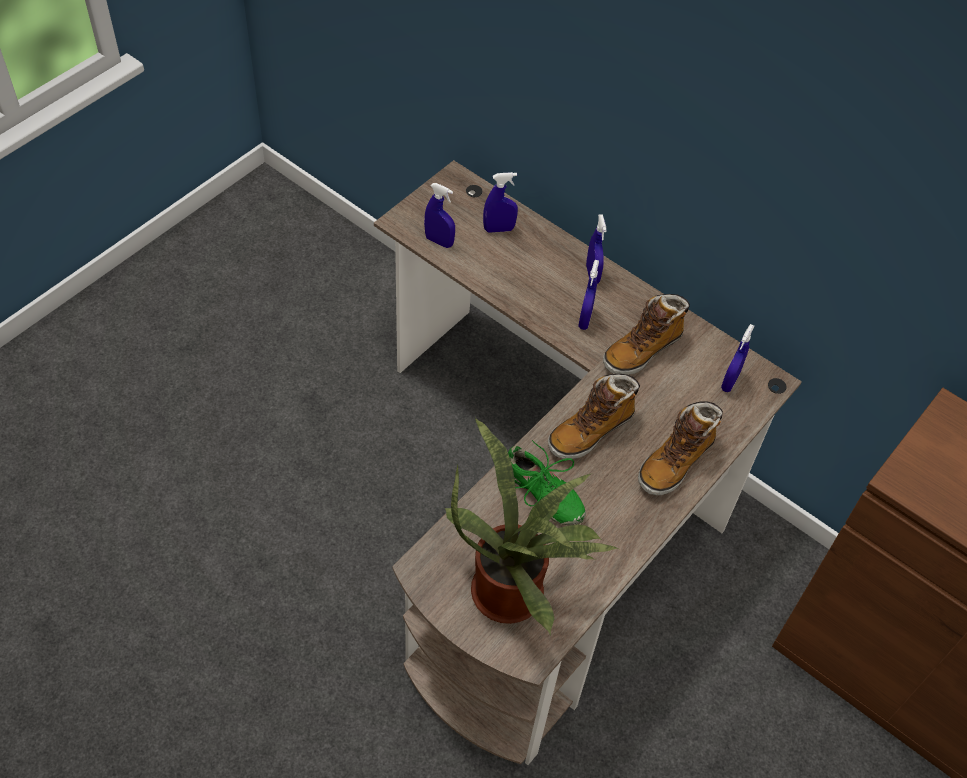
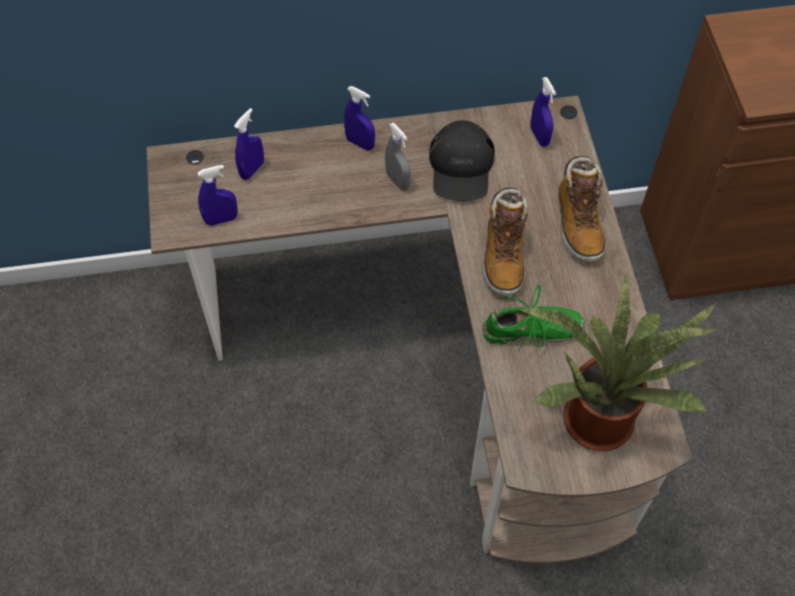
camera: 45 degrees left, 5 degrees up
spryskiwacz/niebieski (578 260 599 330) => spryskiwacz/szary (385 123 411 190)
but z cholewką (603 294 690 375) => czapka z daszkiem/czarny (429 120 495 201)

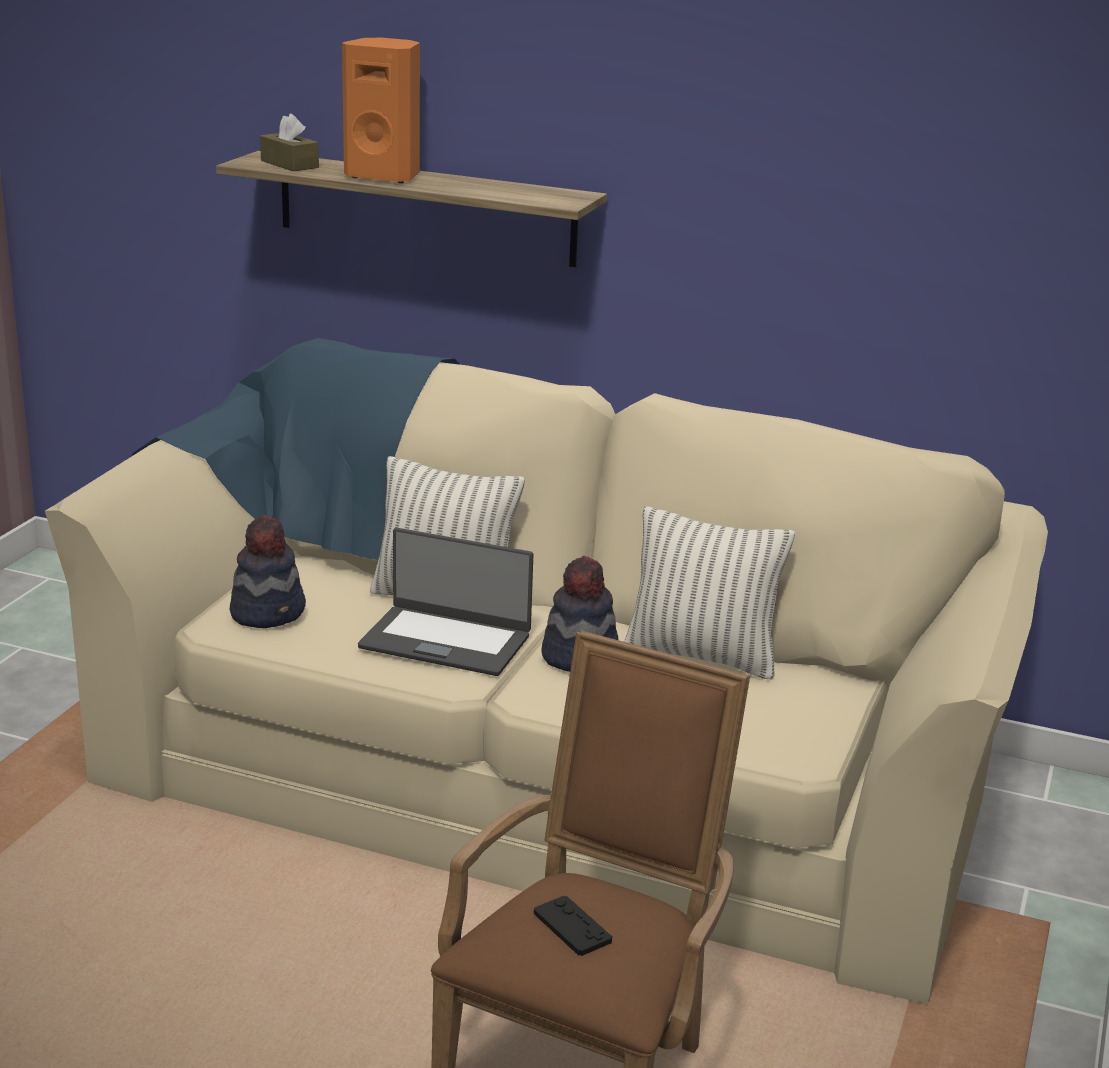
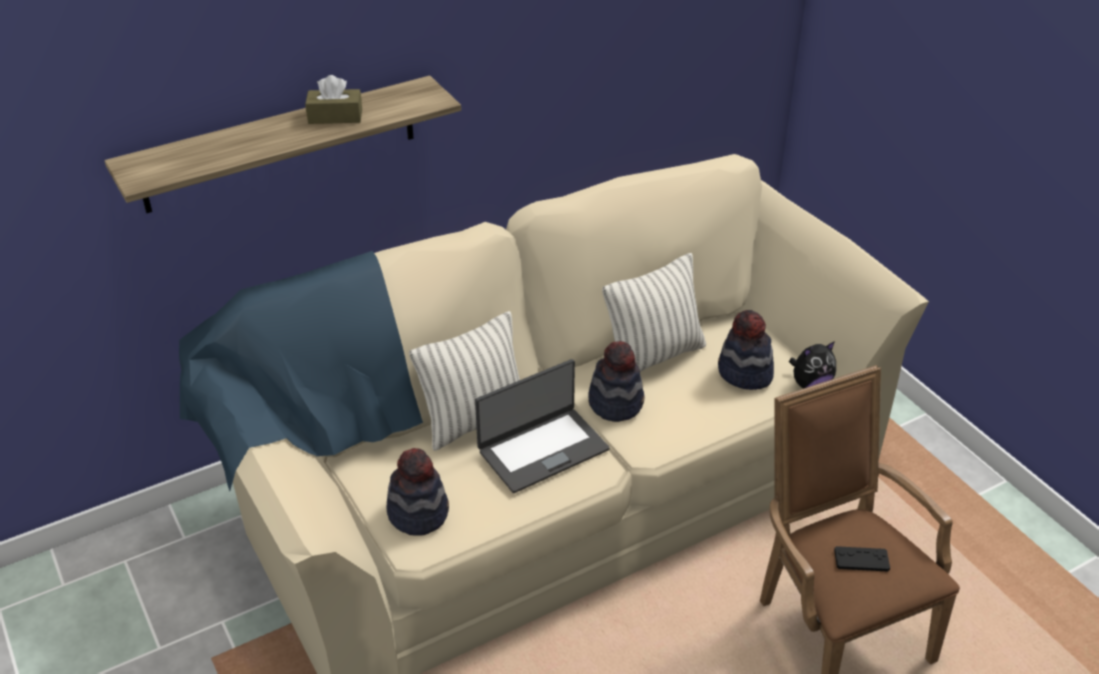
camera: 50 degrees left, 15 degrees up
głośnik/pomarańczowy (342 38 420 183) => nothing
pudełko chusteczek/brązowy (260 113 319 171) => pudełko chusteczek/brązowy (305 75 362 124), moved
nothing => kapelusz (718 310 774 390)
nothing => pluszak (789 341 836 389)

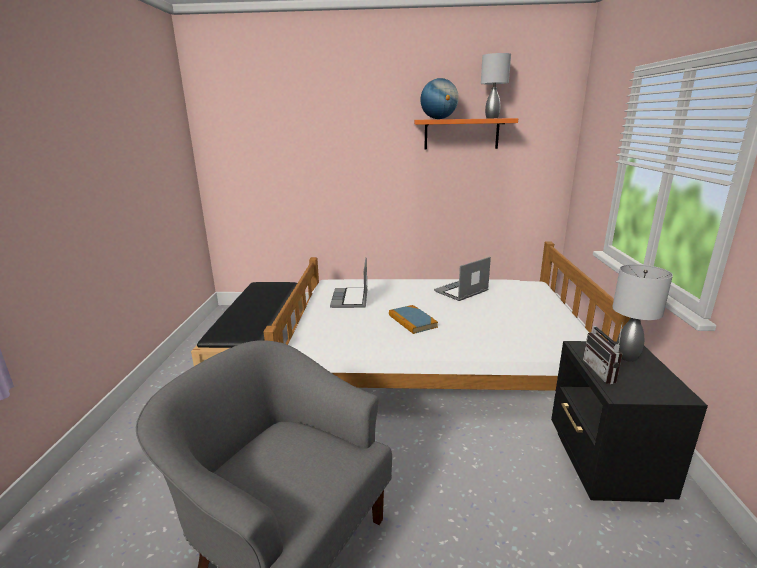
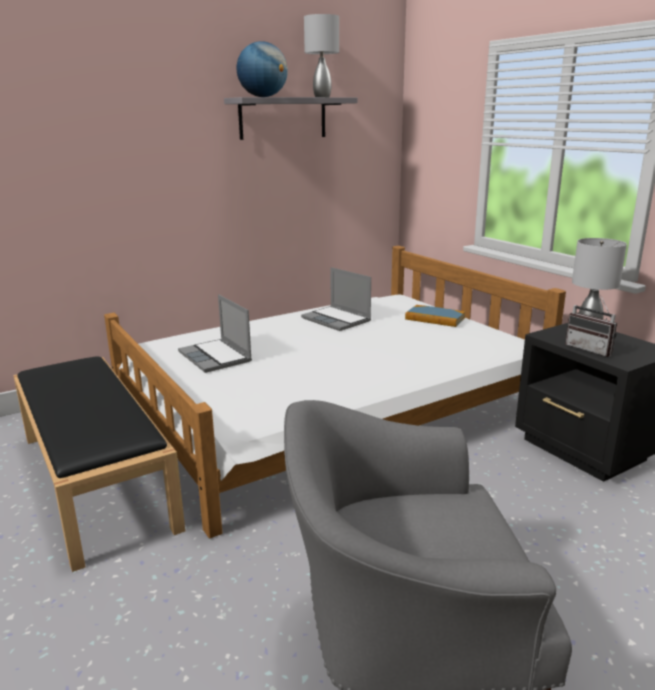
camera: 35 degrees left, 0 degrees up
półka/pomarańczowy (414 118 518 150) => półka/szary (224 97 357 140)
laptop (434 257 491 301) => laptop (301 267 371 331), 60 degrees counterclockwise
książka (389 305 438 334) => książka (405 305 465 327), moved

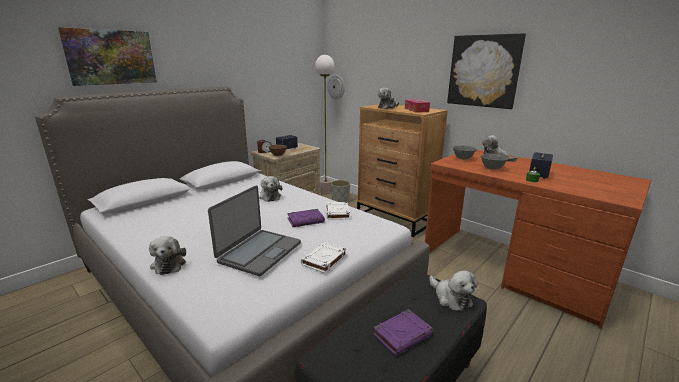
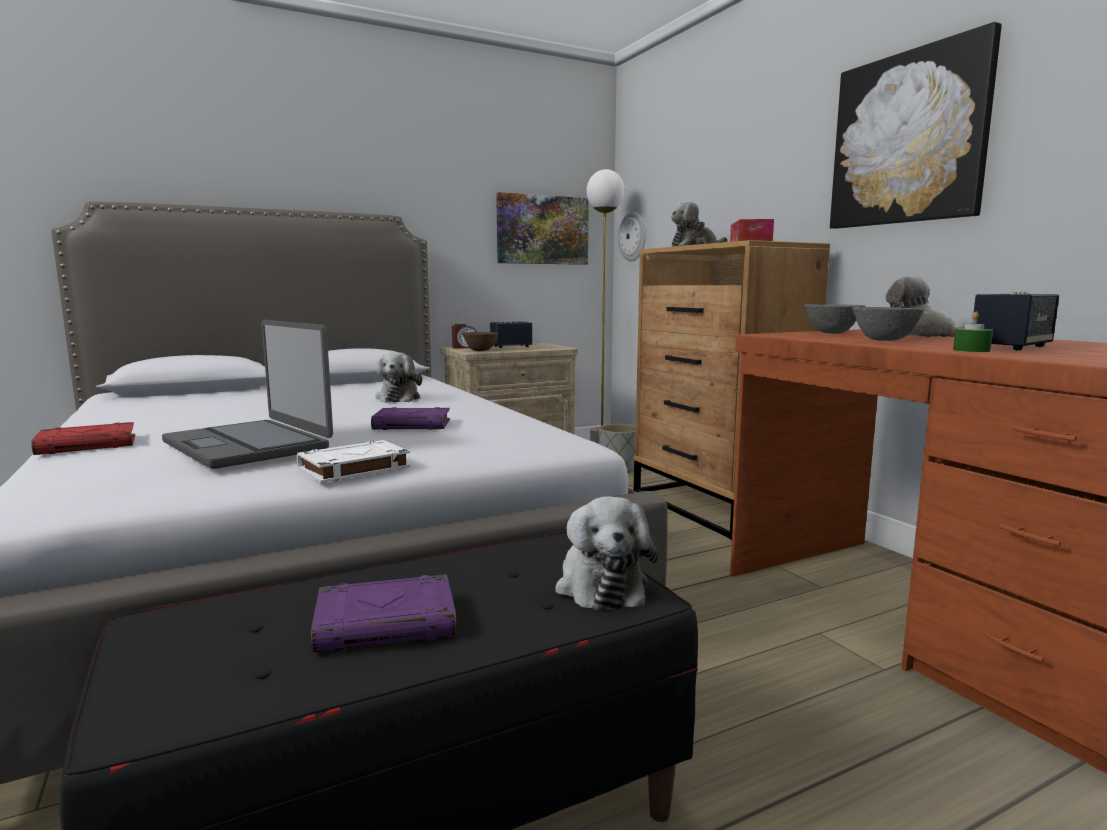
camera: 20 degrees right, 10 degrees down
obraz (58 27 157 86) => obraz (496 192 589 265), moved
laptop (208 185 301 276) => laptop (162 320 333 469), 90 degrees clockwise
książka/biały (326 202 350 220) => nothing
pluszak (149 236 186 275) => książka/czerwony (31 422 135 455)

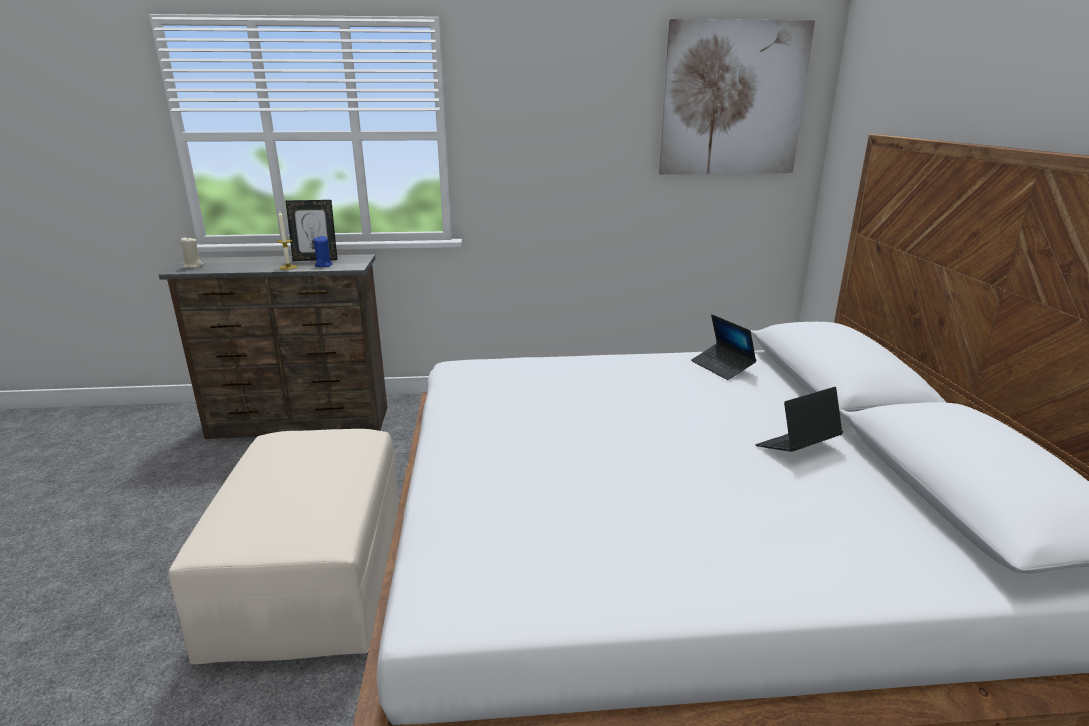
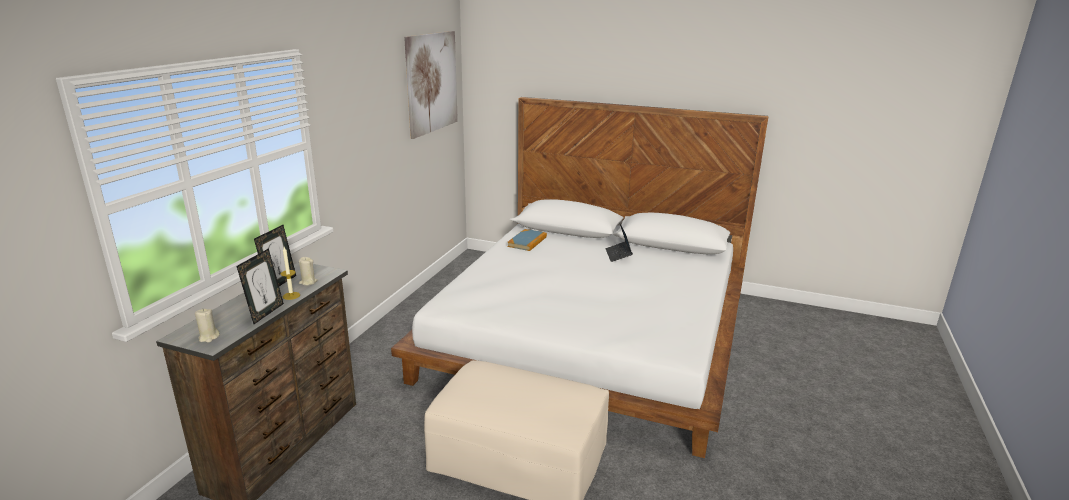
camera: 65 degrees left, 0 degrees up
świeca/niebieski (313 236 333 267) => świeca/beżowy (299 257 317 285)
laptop (691 314 757 380) => książka (507 229 547 251)
nothing => ramka na zdjęcie (237 248 284 324)

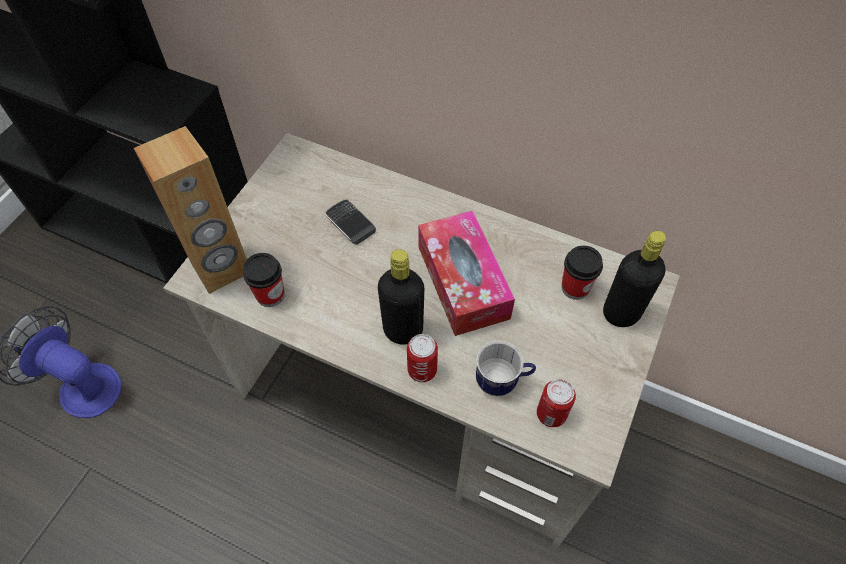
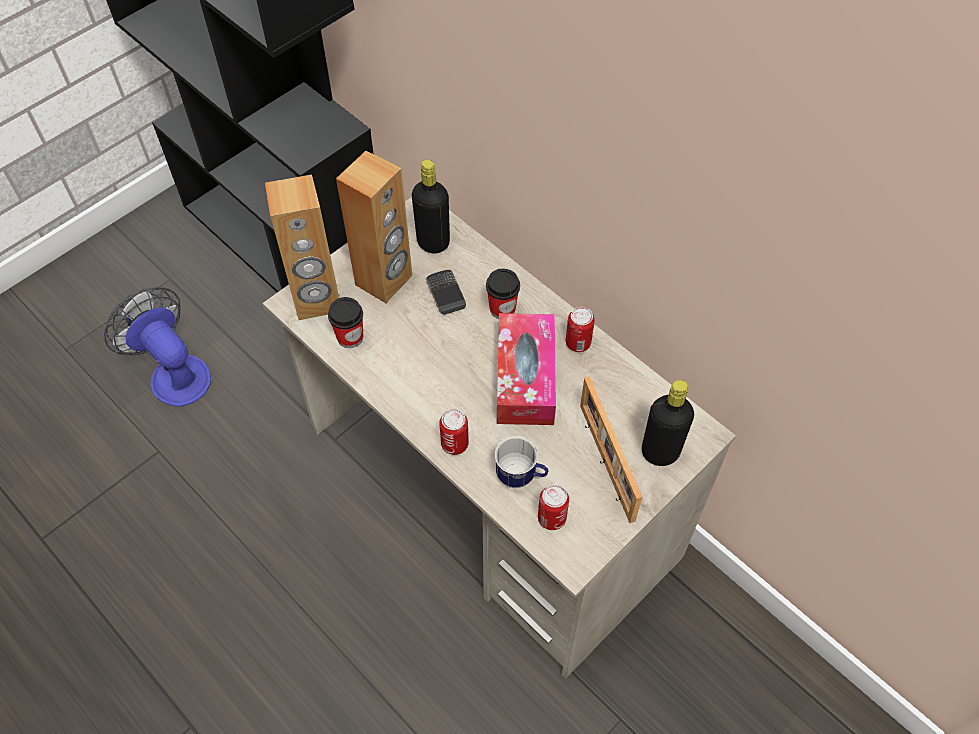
camera: 20 degrees right, 0 degrees up
filiżanka (562 245 603 300) => filiżanka (486 268 520 319), moved
butelka/czarny (378 249 424 345) => butelka/czarny (412 160 450 253), moved
nothing => głośnik/brązowy (336 151 412 303)
nothing => puszka (566 307 595 352)
nothing => ramka na zdjęcie (580 376 642 523)

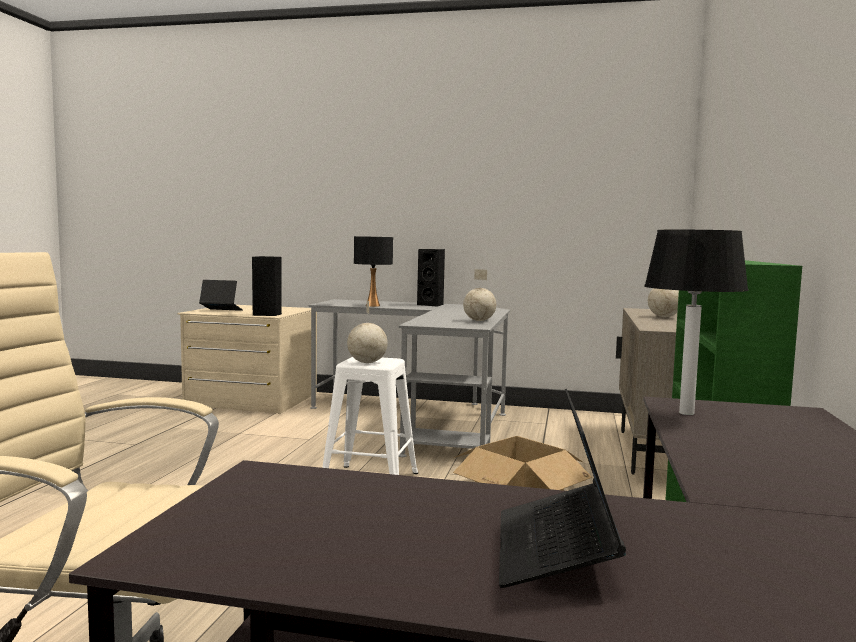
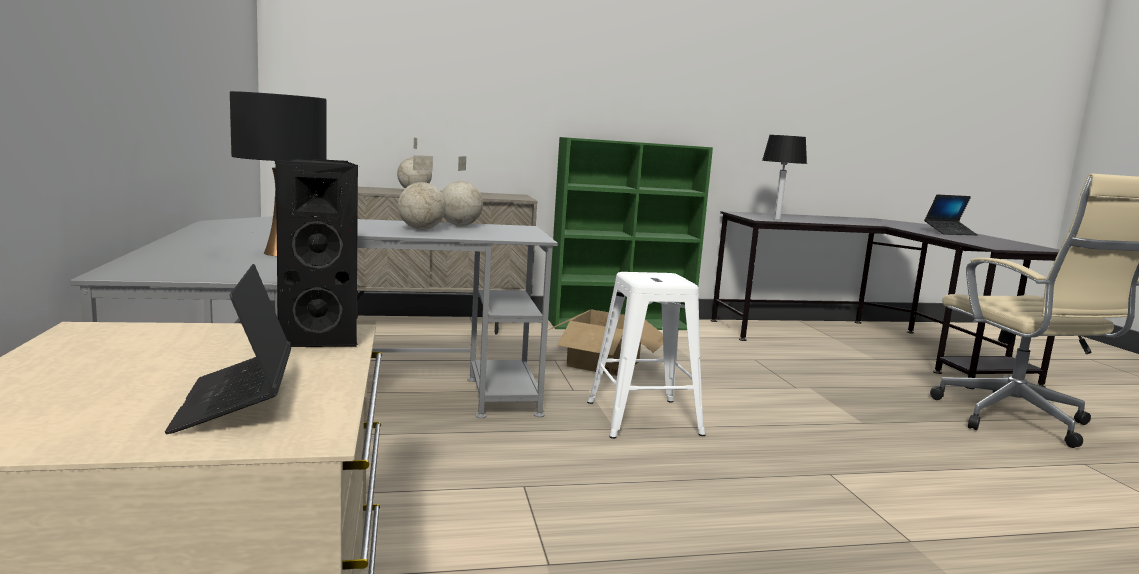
camera: 115 degrees left, 5 degrees up
głośnik/czarny (417 249 445 307) => nothing
globus (347 300 388 363) => globus (398 155 446 230), moved

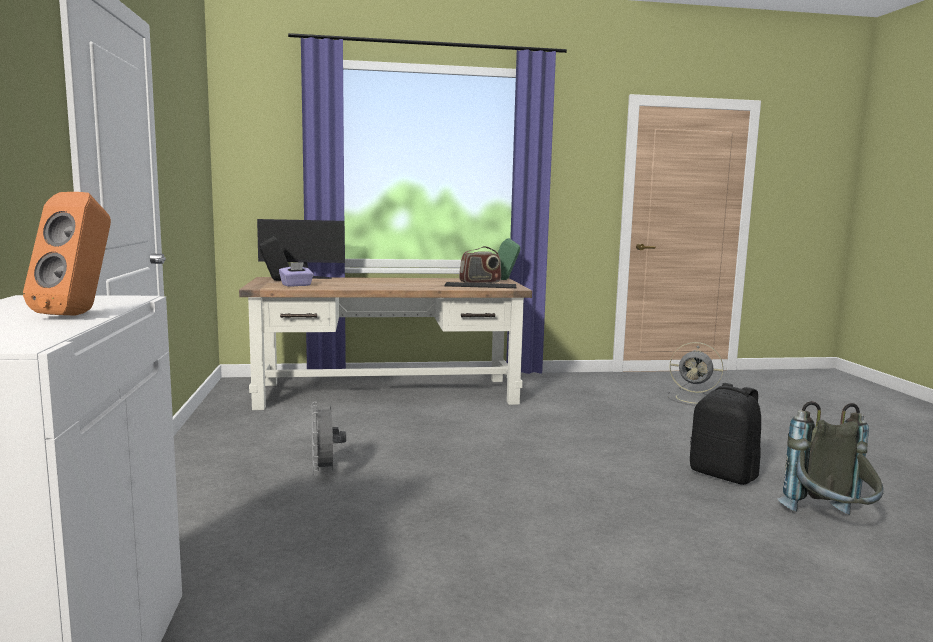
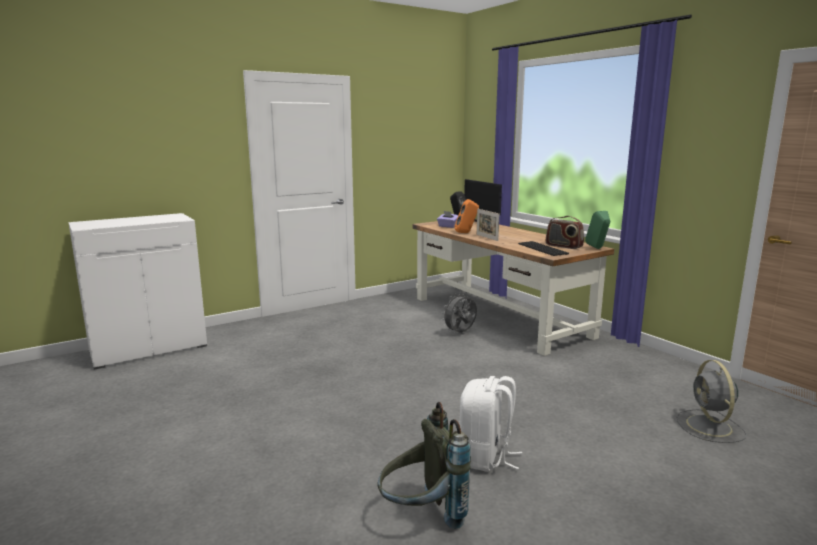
camera: 65 degrees right, 5 degrees up
głośnik/pomarańczowy (23 192 111 315) => głośnik/pomarańczowy (454 199 479 233), moved
plecak/czarny (690 383 761 485) => plecak/biały (459 376 523 472)
wentylator/szary (312 402 346 476) => wentylator/szary (441 292 477 333), moved
nothing => ramka na zdjęcie (477 209 499 241)

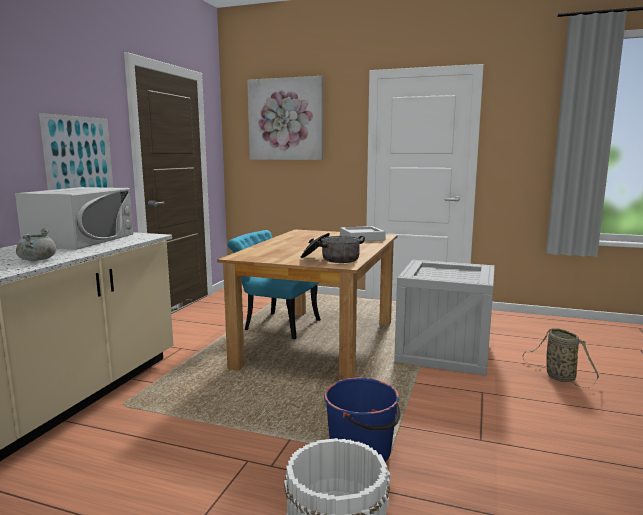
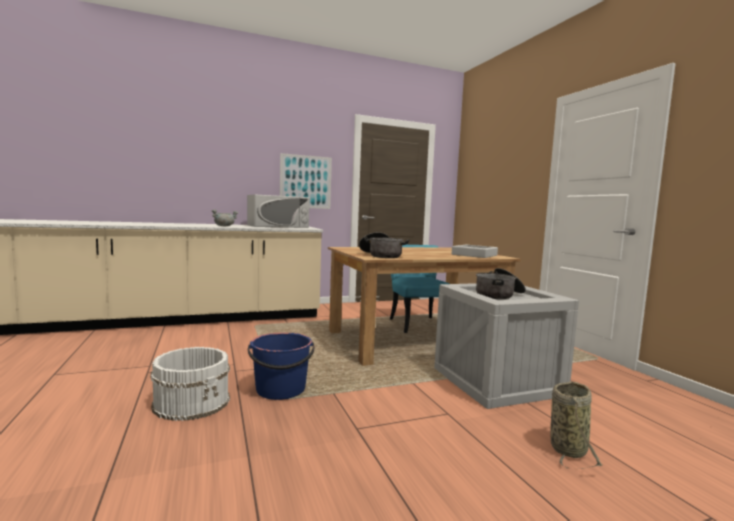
camera: 50 degrees right, 5 degrees down
obraz (247 76 323 160) => nothing
nothing => garnek (476 268 526 299)

